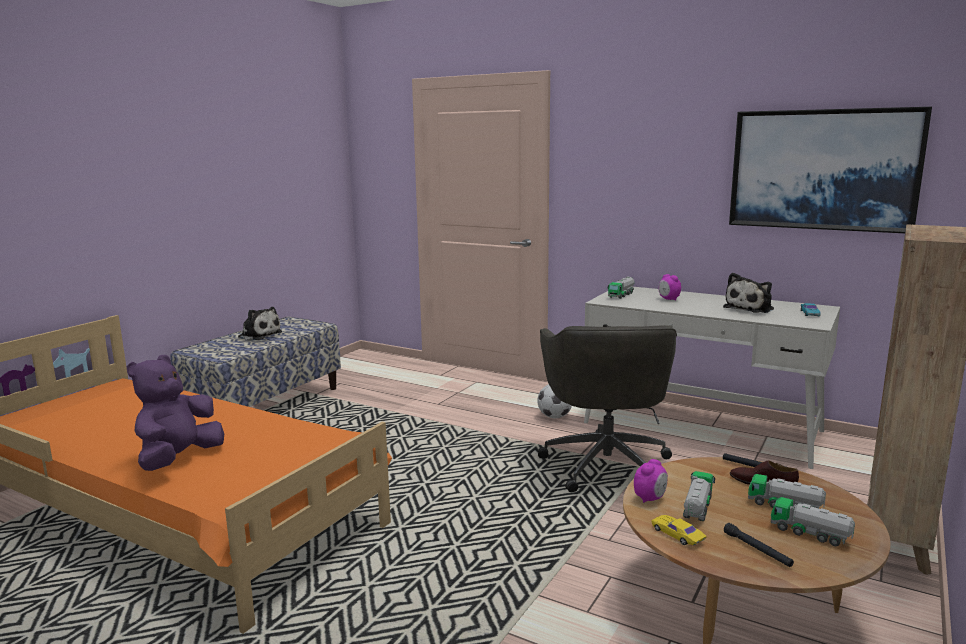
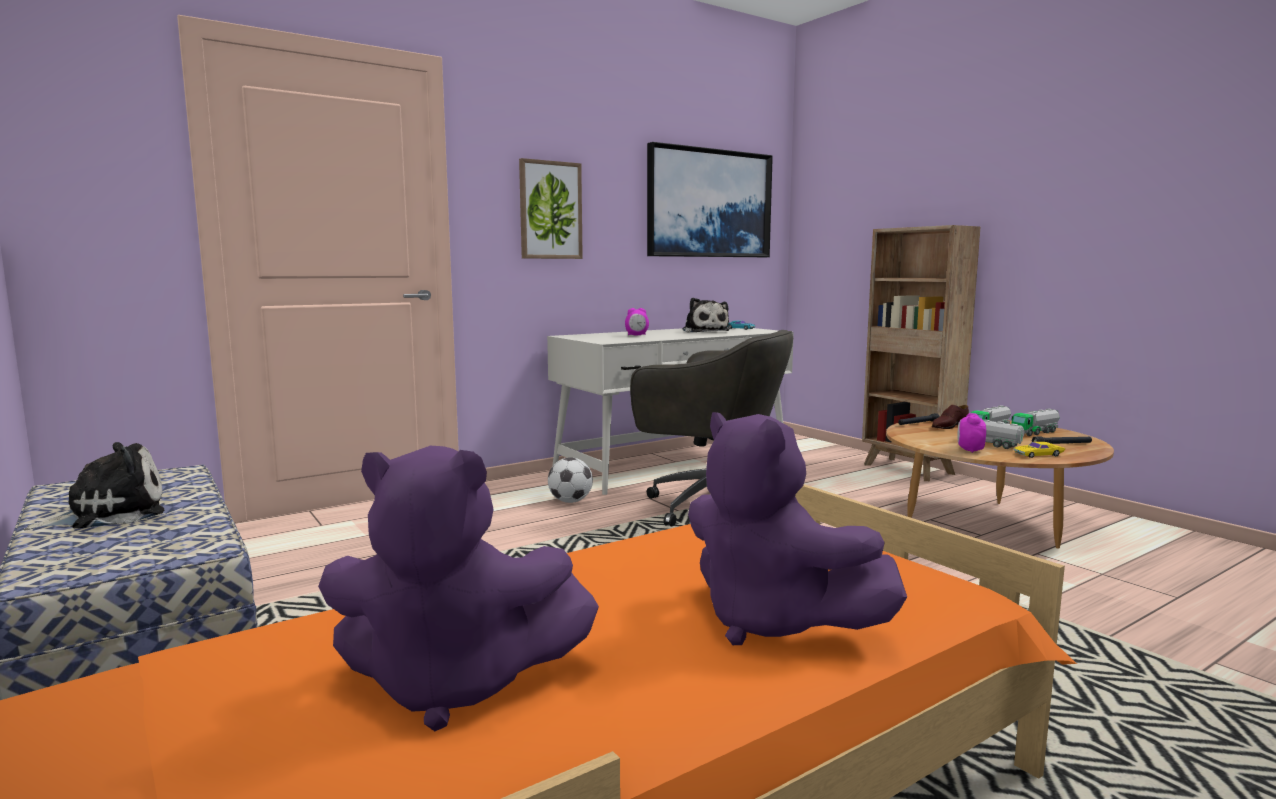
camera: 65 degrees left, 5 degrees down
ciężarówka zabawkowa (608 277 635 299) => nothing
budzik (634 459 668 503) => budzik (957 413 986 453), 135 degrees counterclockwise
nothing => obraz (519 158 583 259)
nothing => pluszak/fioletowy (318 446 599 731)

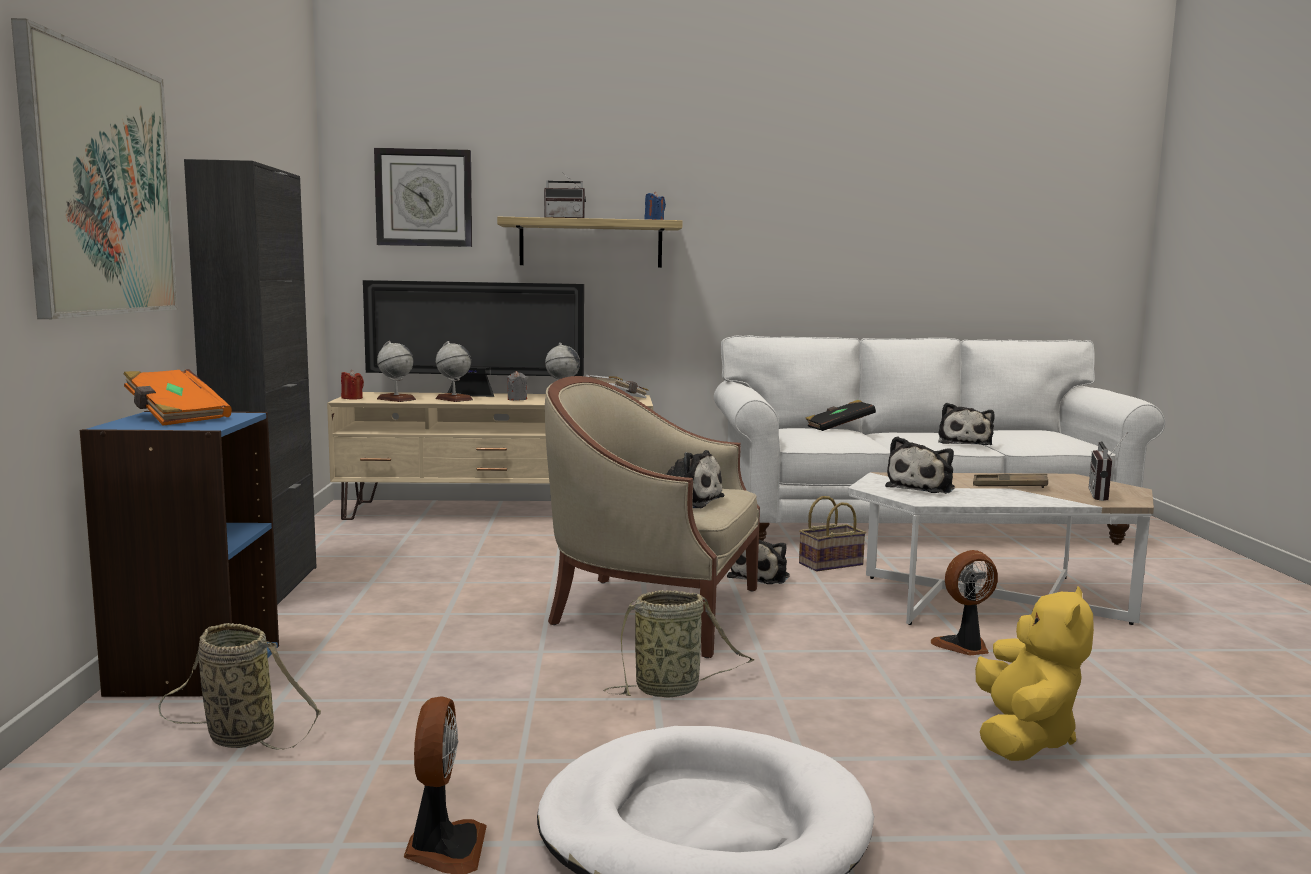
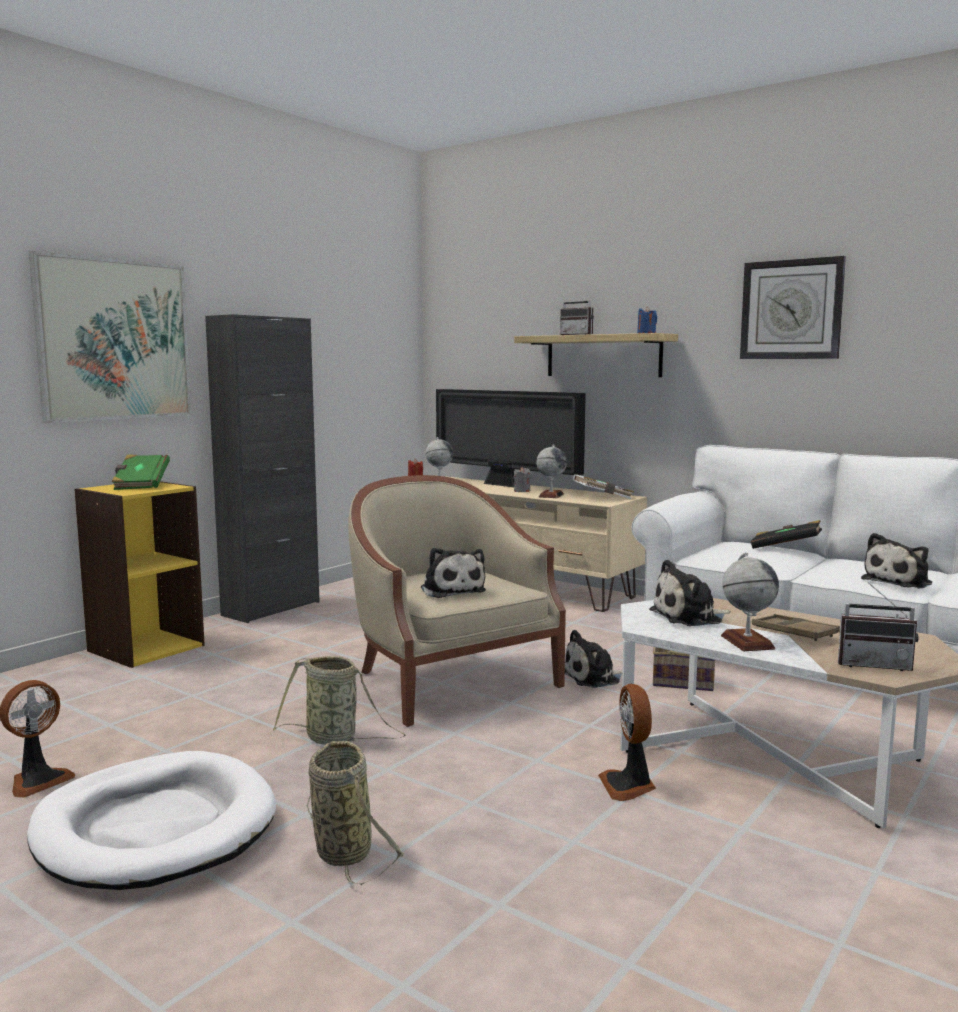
camera: 40 degrees right, 0 degrees up
zegar ścienny (374 148 472 247) => zegar ścienny (740 256 846 359), moved
globus (436 341 473 402) => globus (721 553 779 651), moved
książka/pomarańczowy (123 369 232 426) => książka/zielony (111 454 170 490)
regał/niebieski (80 411 279 697) => regał/żółty (74 481 205 668)
radio (1089 432 1128 501) => radio (838 582 918 671), 135 degrees counterclockwise
wentylator (931 550 998 655) => wentylator (598 684 656 801), 120 degrees counterclockwise
pluszak/żółty (975 586 1094 761) => nothing
koszyk (158 623 321 750) => koszyk (307 741 405 885), moved

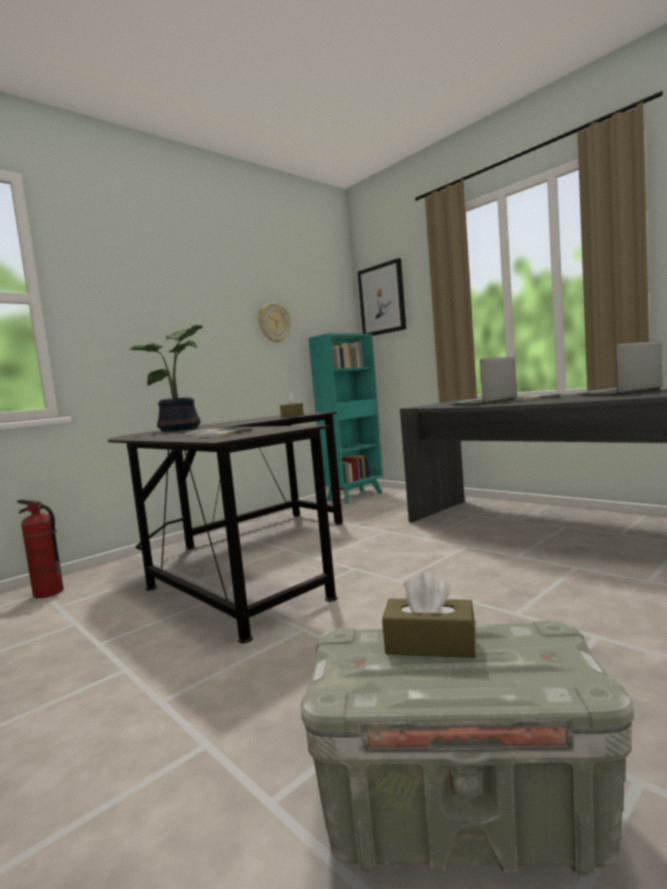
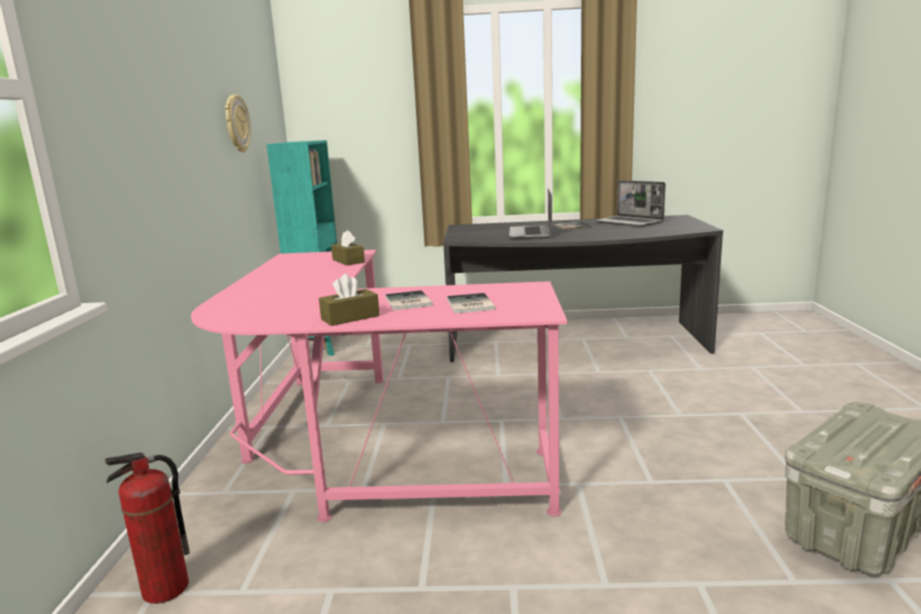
camera: 45 degrees left, 10 degrees up
obraz (358 258 406 336) => nothing
roślina doniczkowa (128 325 203 432) => nothing
laptop (576 341 663 396) => laptop (595 180 666 227), 60 degrees counterclockwise
biurko/czarny (107 412 343 643) => biurko/różowy (191 250 567 522)
pudełko chusteczek/brązowy (382 572 476 658) => pudełko chusteczek/brązowy (319 274 380 326), moved

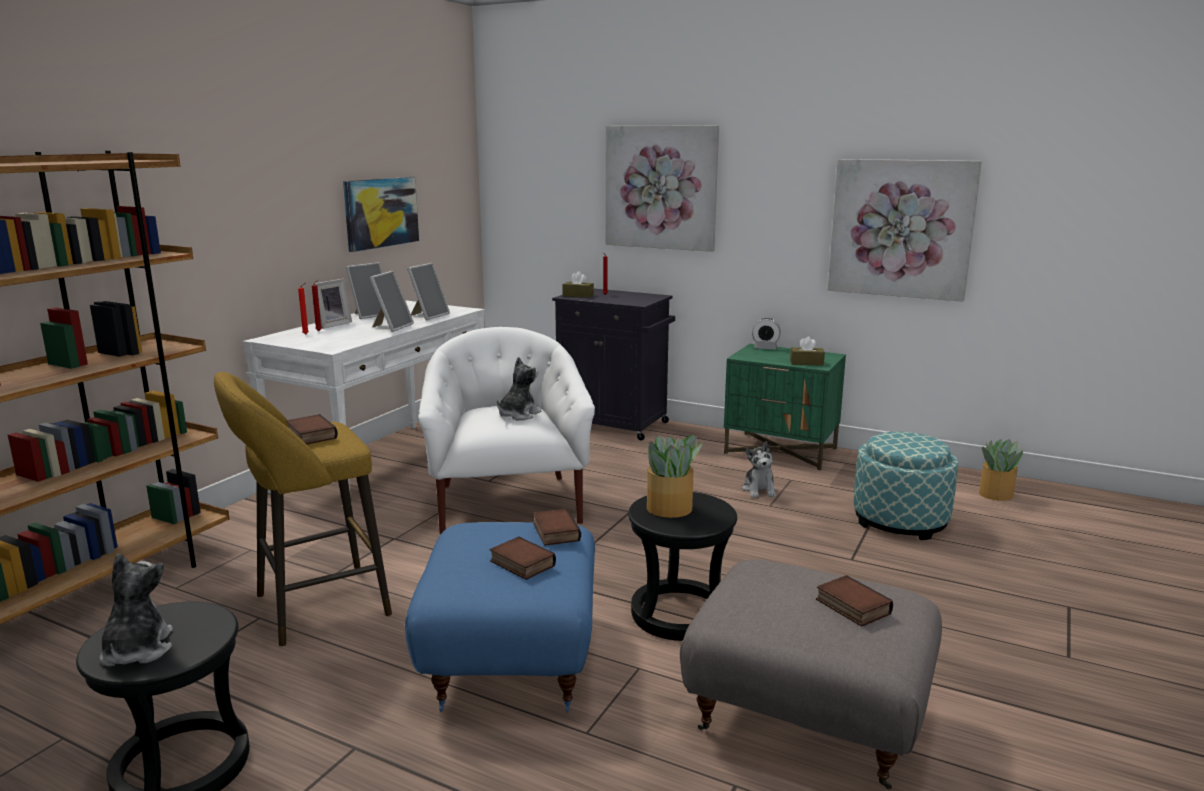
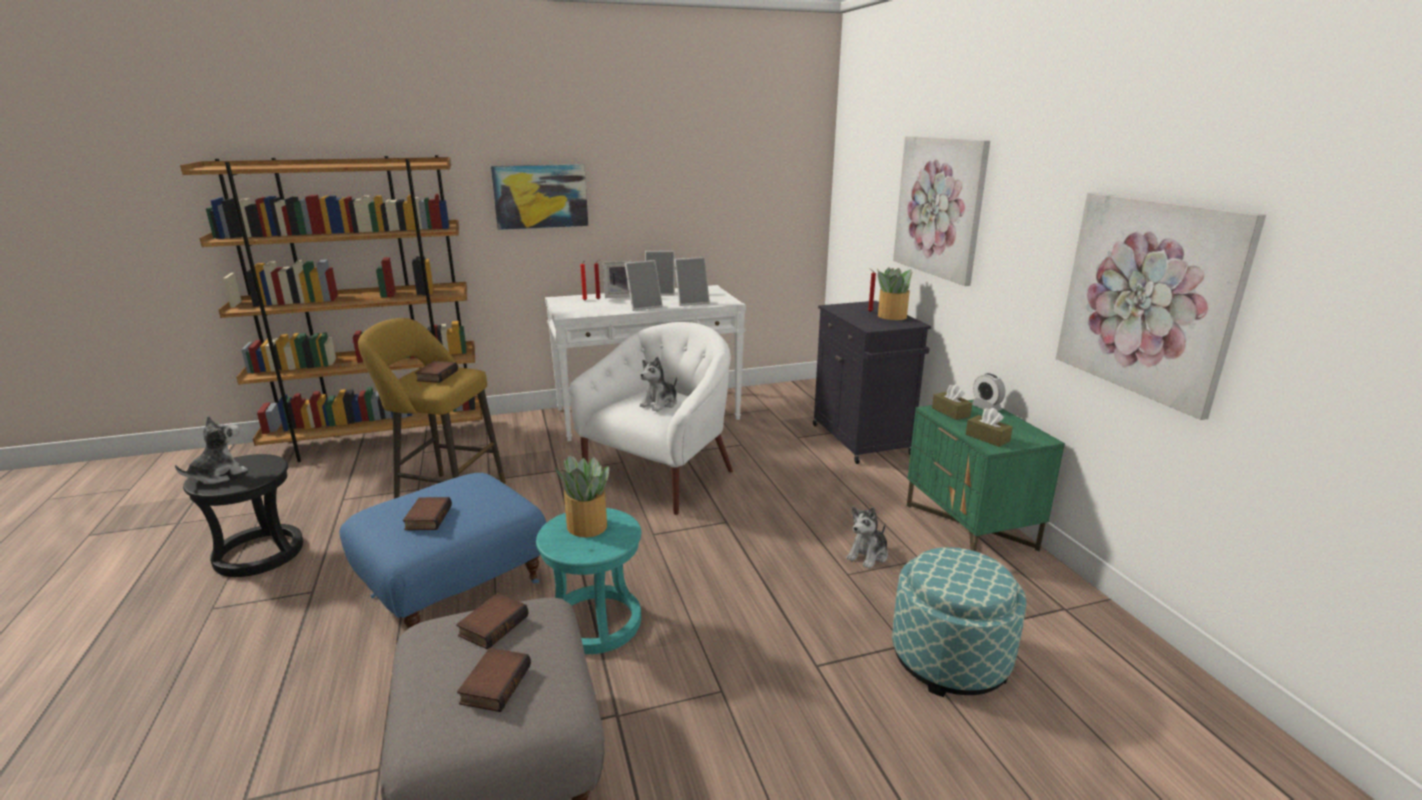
camera: 45 degrees right, 5 degrees up
obraz (343 177 419 252) => obraz (491 164 588 230), moved
pudełko chusteczek/brązowy (562 271 594 298) => pudełko chusteczek/brązowy (932 384 972 420), moved
pluszak (497 357 541 420) => pluszak (640 357 677 412), 135 degrees clockwise
roślina doniczkowa (979 439 1023 501) => roślina doniczkowa (877 267 912 320), moved
stołek/czarny (628 492 737 641) => stołek/turkusowy (536 508 641 654)
książka (533 508 581 546) => książka (456 593 528 649), moved

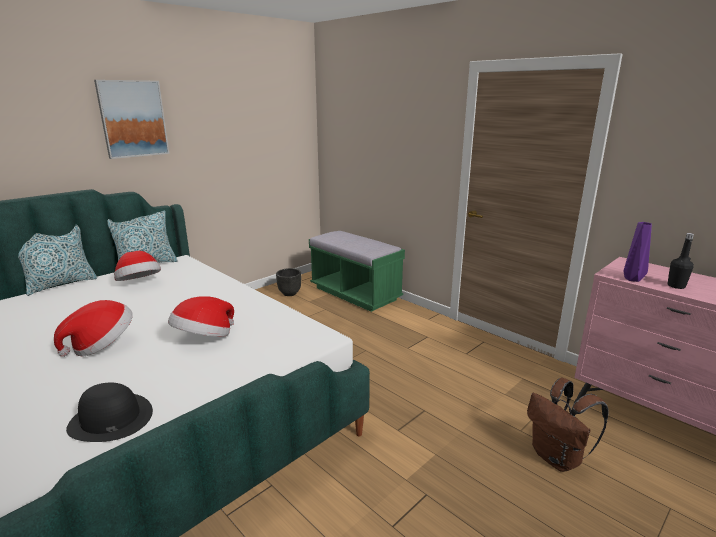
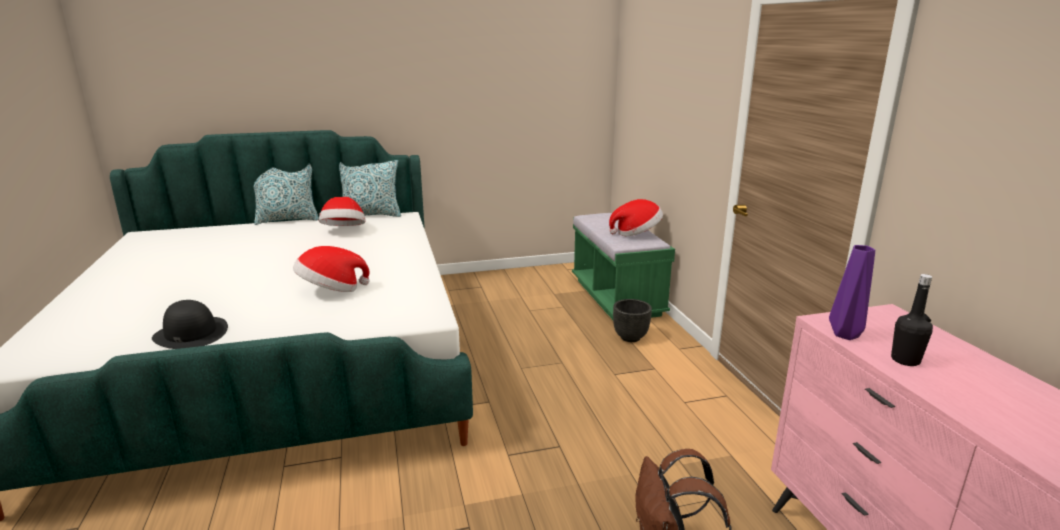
camera: 30 degrees right, 0 degrees up
obraz (94 80 169 159) => nothing
donica/czarny (276 268 301 296) => donica/czarny (613 299 652 342), moved
kapelusz (54 300 133 357) => kapelusz (609 199 663 236), moved

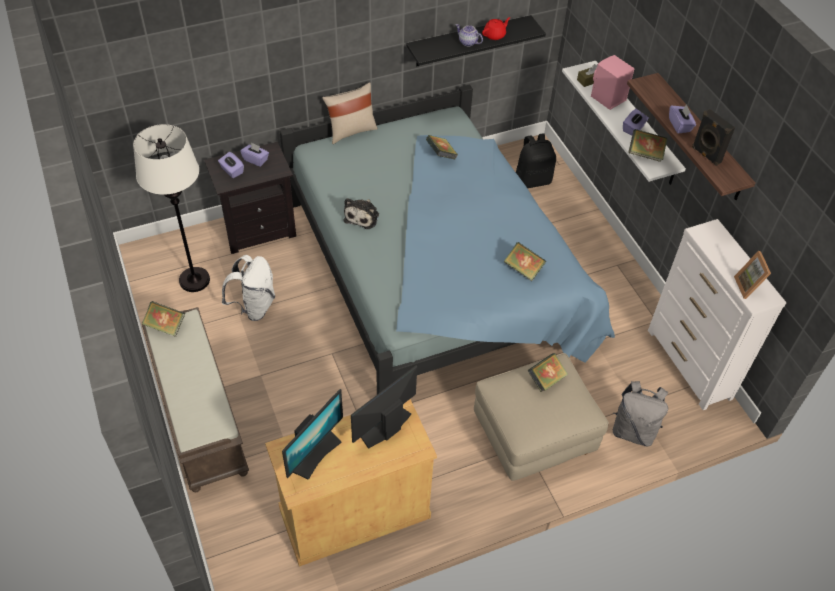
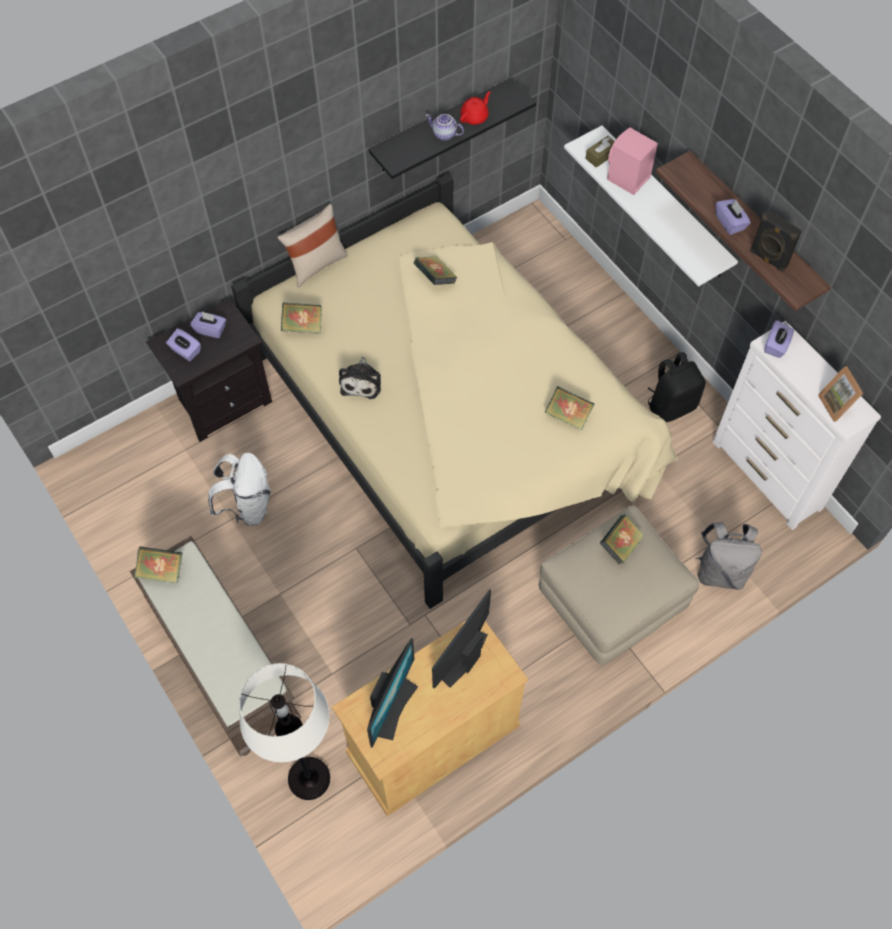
camera: 10 degrees left, 10 degrees up
łóżko/niebieski (280 85 615 394) => łóżko/beżowy (231 174 678 609)
pudełko chusteczek/fioletowy (623 109 649 135) => pudełko chusteczek/fioletowy (764 320 794 358), moved
lampa stojąca/biały (133 124 210 292) => lampa stojąca/biały (239 663 330 800), moved
książka (628 129 667 162) => książka (281 303 322 334), moved
plecak/czarny (516 133 556 188) => plecak/czarny (647 352 706 422), moved

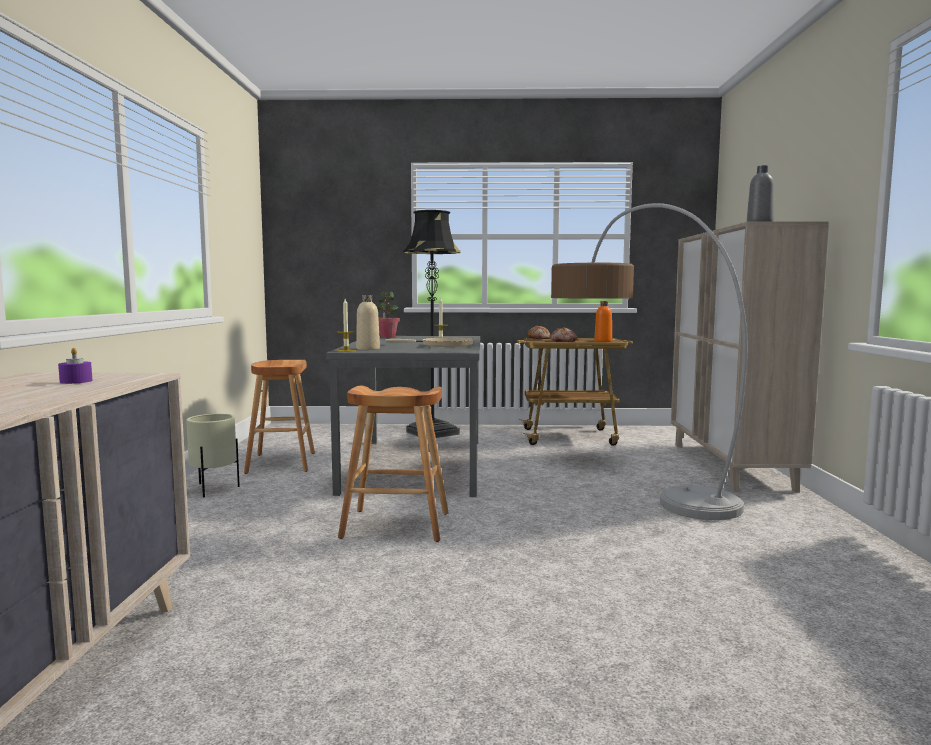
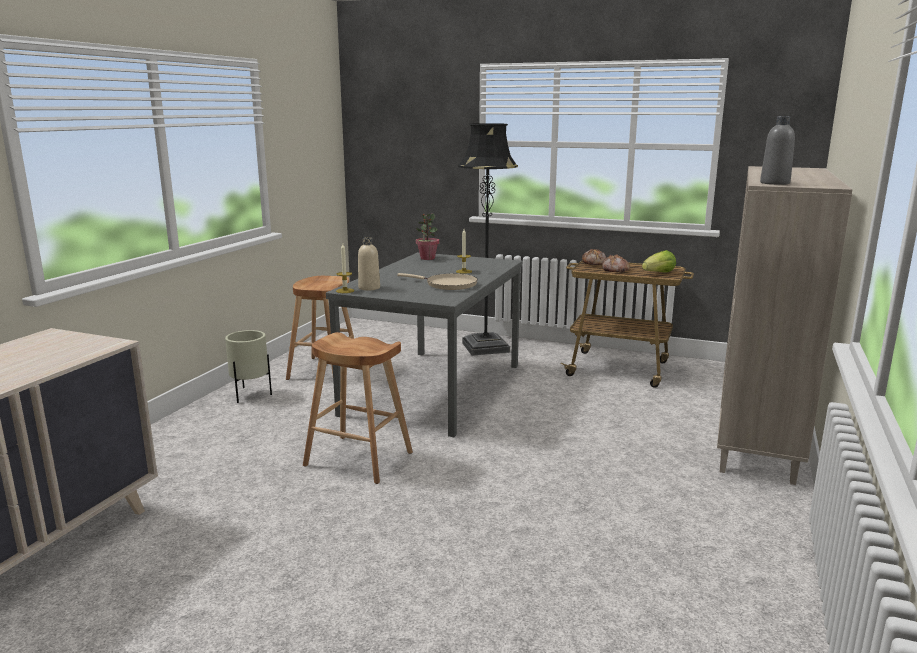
camera: 20 degrees right, 10 degrees up
lampa stojąca (551 203 747 520) => nothing
butelka/pomarańczowy (594 301 612 342) => sałata (642 250 676 272)
świeca/fioletowy (58 348 92 384) => nothing

